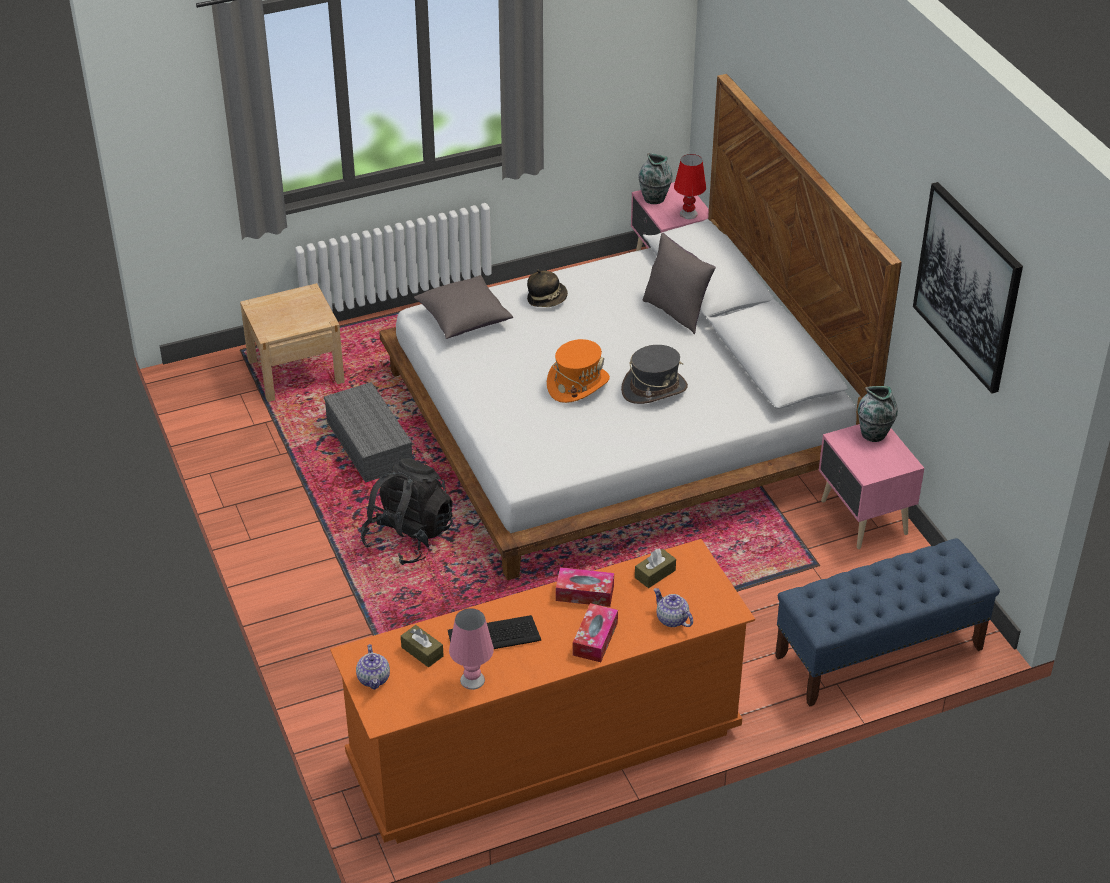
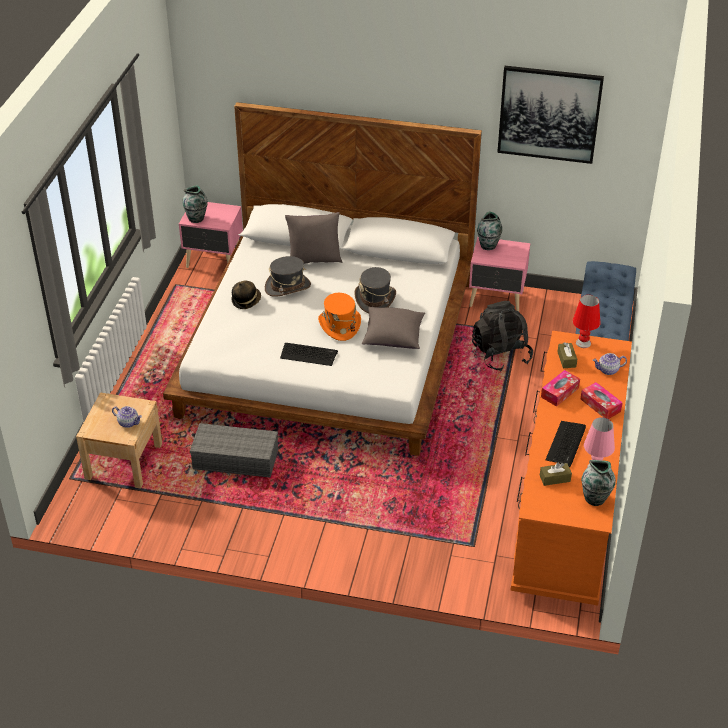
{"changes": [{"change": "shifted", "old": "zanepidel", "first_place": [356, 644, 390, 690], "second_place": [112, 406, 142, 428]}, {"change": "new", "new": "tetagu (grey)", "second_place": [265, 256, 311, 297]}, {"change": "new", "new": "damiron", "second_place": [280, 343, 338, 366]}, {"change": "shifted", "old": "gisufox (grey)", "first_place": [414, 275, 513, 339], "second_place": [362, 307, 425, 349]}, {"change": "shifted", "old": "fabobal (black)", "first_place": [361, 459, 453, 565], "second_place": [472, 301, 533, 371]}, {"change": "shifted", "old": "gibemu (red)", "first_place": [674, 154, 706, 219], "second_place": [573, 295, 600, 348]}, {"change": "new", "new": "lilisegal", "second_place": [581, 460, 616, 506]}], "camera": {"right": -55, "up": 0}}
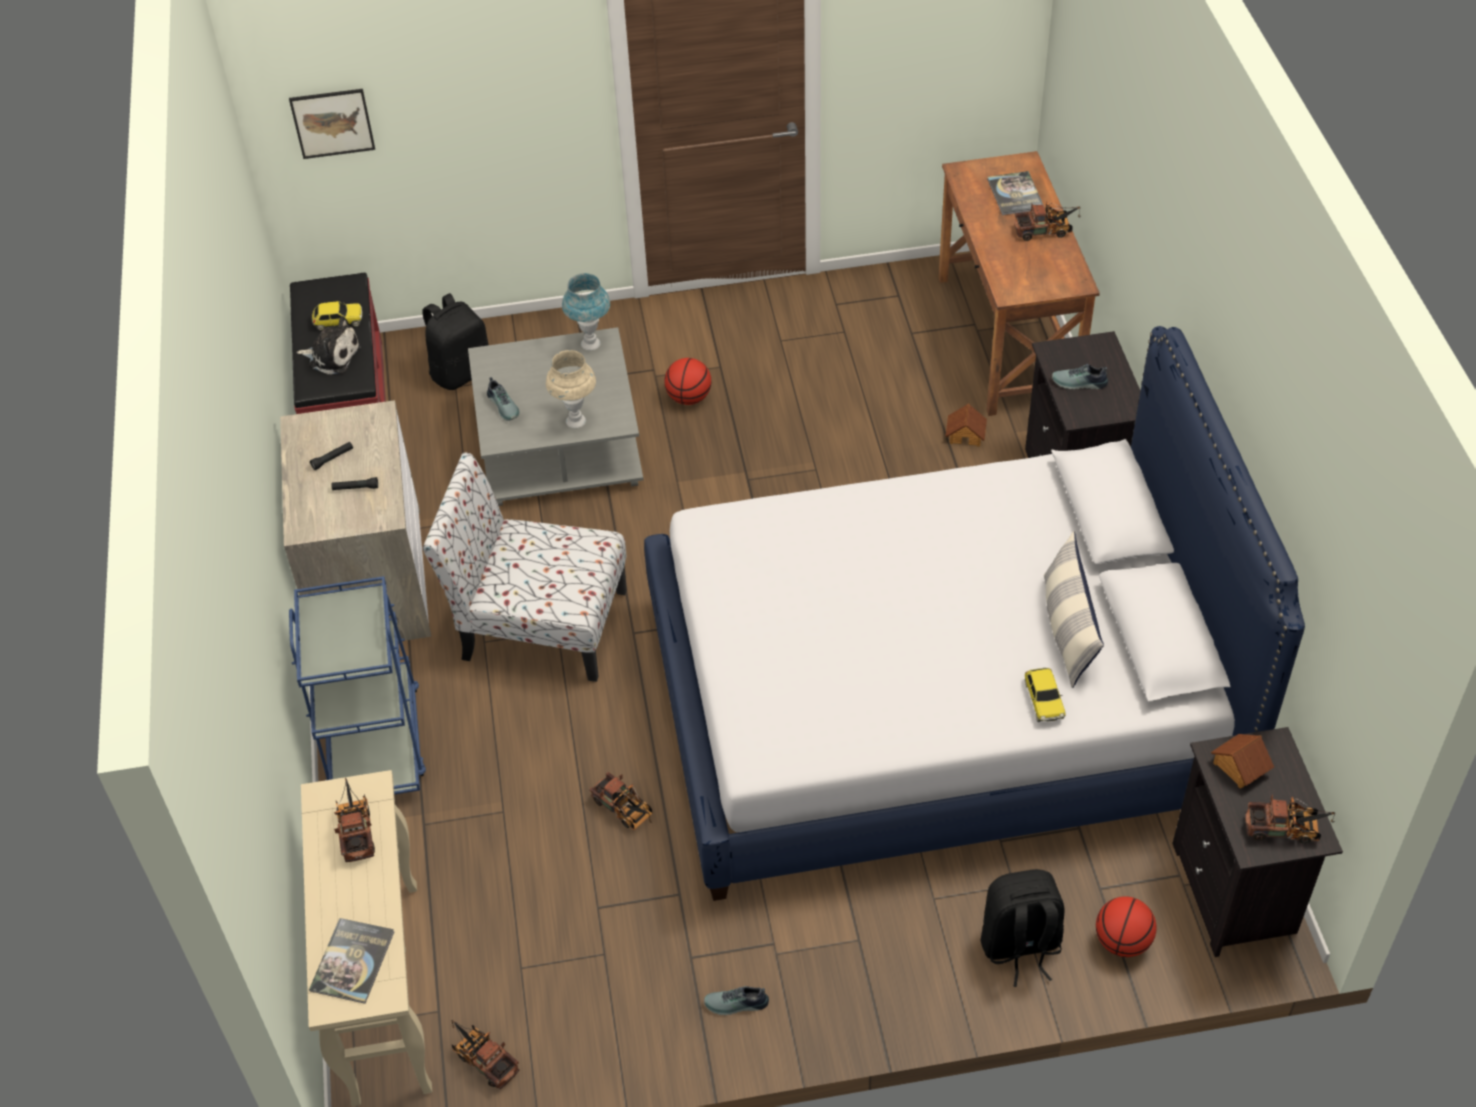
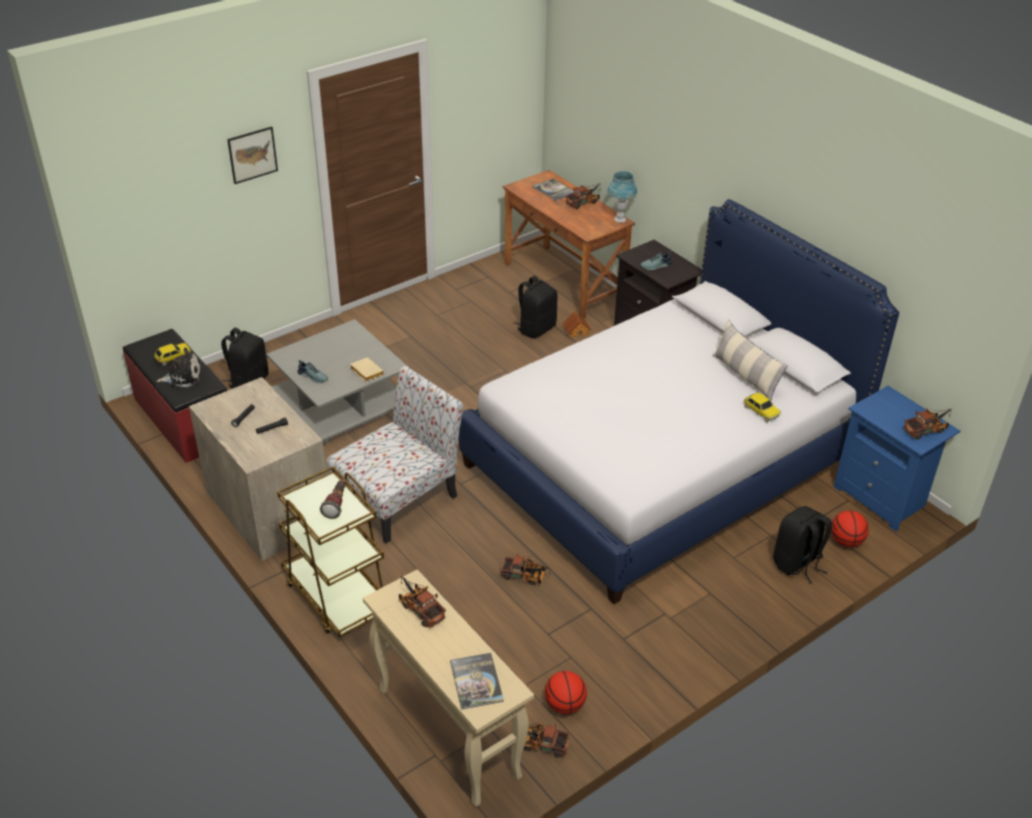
{"changes": [{"change": "shifted", "old": "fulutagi", "first_place": [289, 89, 375, 159], "second_place": [227, 126, 278, 184]}, {"change": "repainted", "old": "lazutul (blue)", "new": "lazutul (brown)", "first_place": [289, 576, 426, 794], "second_place": [277, 466, 384, 637]}, {"change": "new", "new": "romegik", "second_place": [320, 479, 345, 519]}, {"change": "rotated", "old": "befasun", "first_place": [422, 453, 627, 682], "second_place": [326, 366, 464, 544], "degrees": 150}, {"change": "swapped", "old": "gibemu (beige)", "new": "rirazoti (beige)", "first_place": [546, 350, 596, 428], "second_place": [350, 357, 384, 381]}, {"change": "new", "new": "fabobal (black)", "second_place": [514, 276, 558, 338]}, {"change": "shifted", "old": "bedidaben", "first_place": [664, 358, 711, 405], "second_place": [545, 671, 587, 714]}, {"change": "shifted", "old": "gibemu (blue)", "first_place": [562, 273, 610, 350], "second_place": [607, 171, 637, 223]}, {"change": "repainted", "old": "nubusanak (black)", "new": "nubusanak (blue)", "first_place": [1172, 727, 1343, 957], "second_place": [834, 386, 960, 532]}, {"change": "gone", "old": "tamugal", "first_place": [704, 986, 769, 1015]}, {"change": "gone", "old": "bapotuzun", "first_place": [1211, 734, 1274, 789]}], "camera": {"right": -30, "up": -10}}
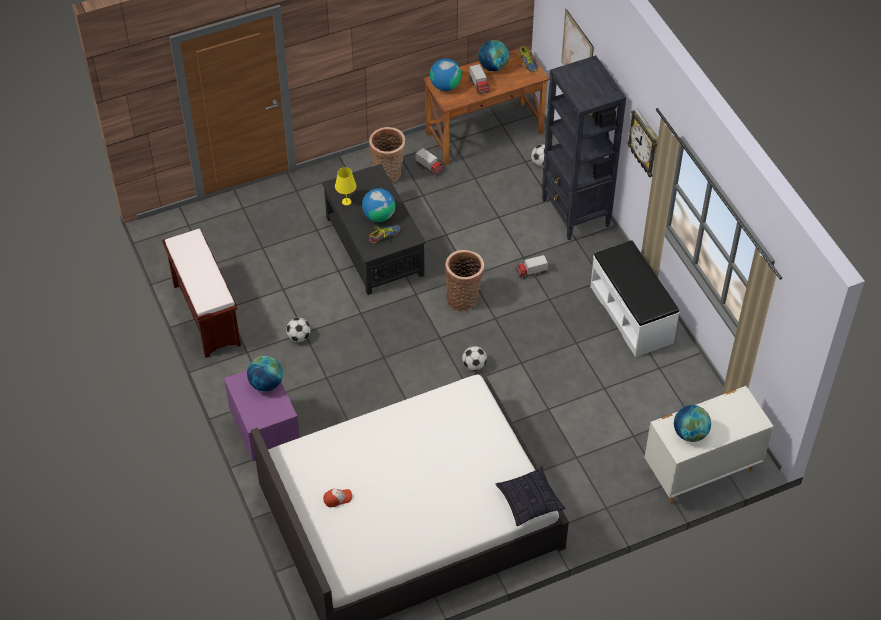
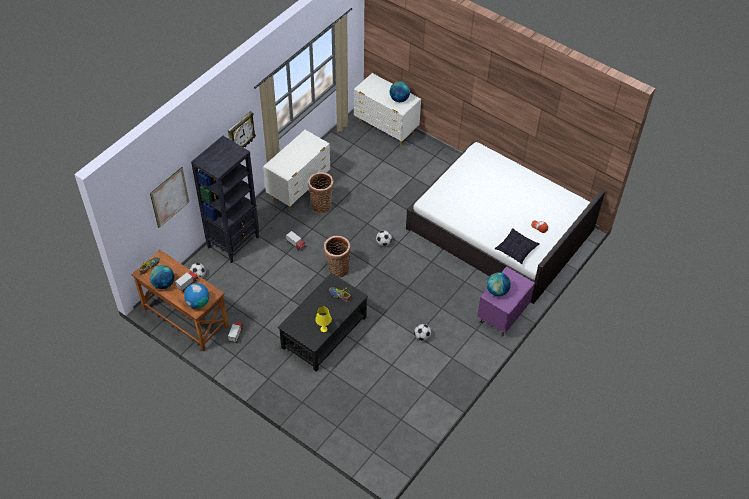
{"changes": [{"change": "swapped", "old": "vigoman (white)", "new": "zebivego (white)", "first_place": [590, 240, 679, 357], "second_place": [263, 130, 330, 211]}, {"change": "shifted", "old": "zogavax", "first_place": [369, 127, 406, 184], "second_place": [308, 172, 334, 213]}, {"change": "shifted", "old": "gisufox", "first_place": [496, 466, 565, 526], "second_place": [495, 228, 539, 264]}, {"change": "gone", "old": "vigoman (brown)", "first_place": [162, 229, 241, 358]}, {"change": "gone", "old": "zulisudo", "first_place": [362, 188, 395, 222]}], "camera": {"right": -120, "up": 0}}
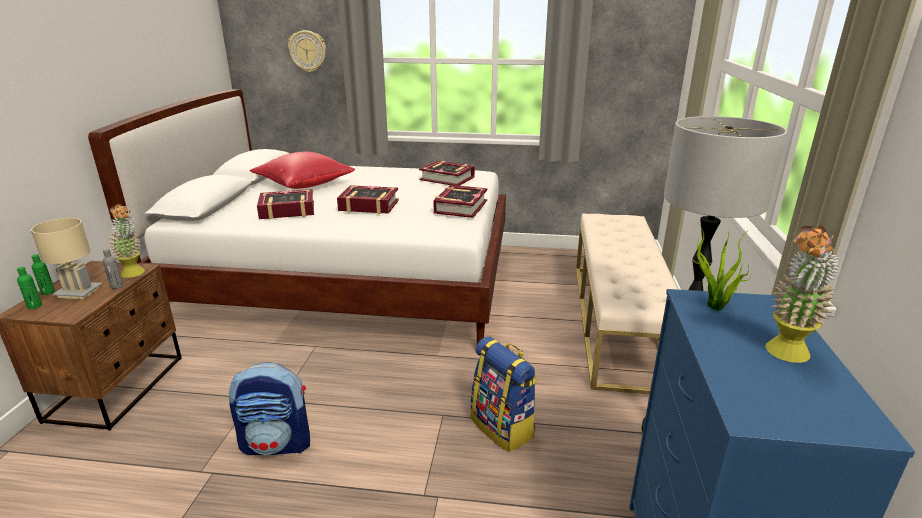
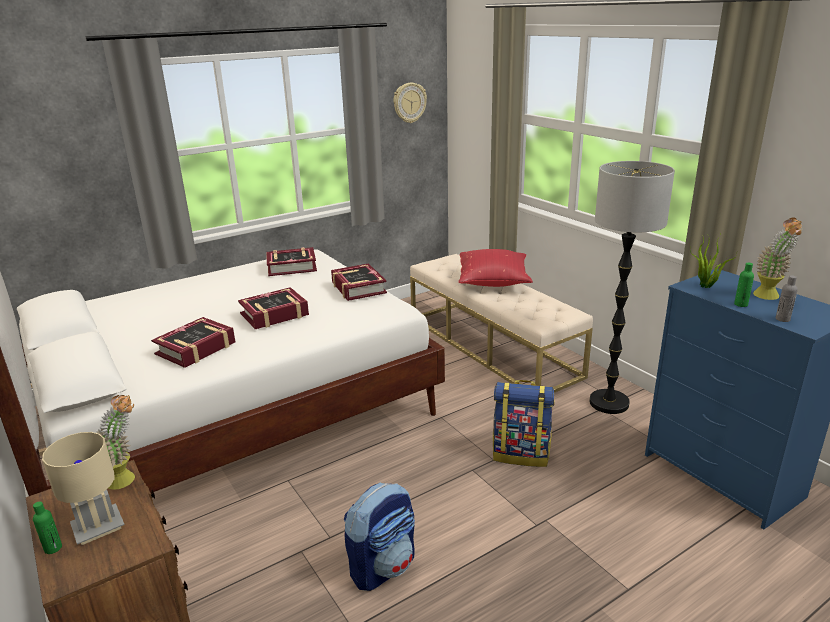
{"changes": [{"change": "shifted", "old": "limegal", "first_place": [288, 30, 326, 72], "second_place": [394, 83, 427, 123]}, {"change": "shifted", "old": "gisufox (red)", "first_place": [250, 152, 355, 189], "second_place": [458, 249, 533, 287]}, {"change": "shifted", "old": "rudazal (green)", "first_place": [17, 267, 42, 309], "second_place": [734, 263, 754, 307]}, {"change": "shifted", "old": "rudazal (grey)", "first_place": [103, 249, 123, 289], "second_place": [776, 275, 798, 322]}], "camera": {"right": -40, "up": 0}}
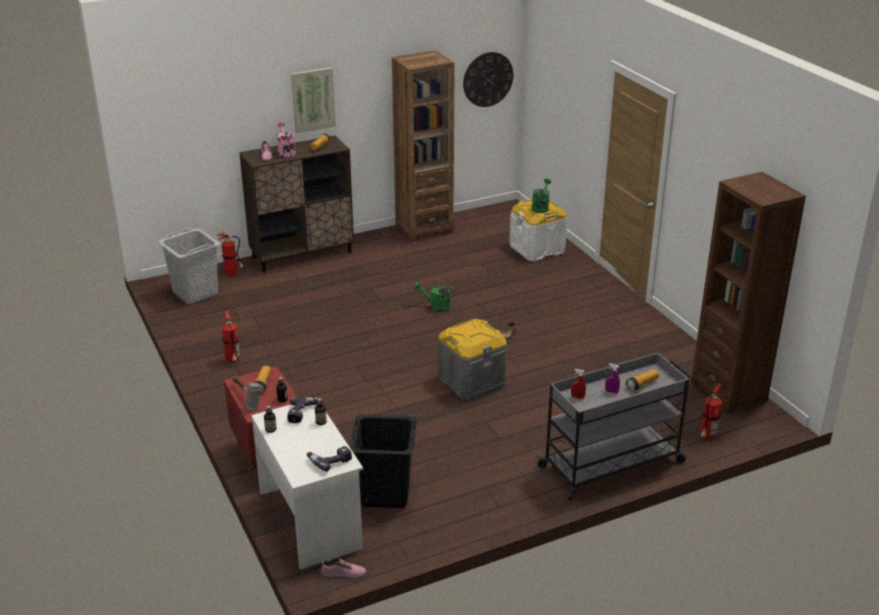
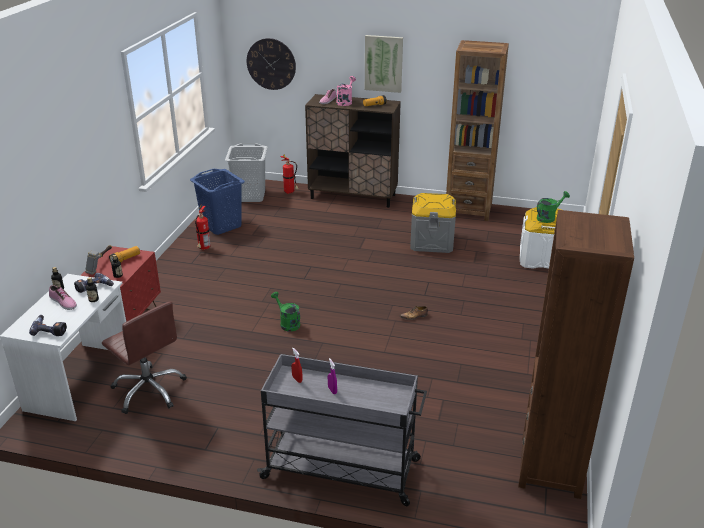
{"changes": [{"change": "shifted", "old": "tamugal", "first_place": [320, 558, 366, 578], "second_place": [49, 285, 77, 310]}, {"change": "swapped", "old": "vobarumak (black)", "new": "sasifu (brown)", "first_place": [350, 415, 417, 508], "second_place": [102, 301, 187, 414]}, {"change": "new", "new": "vobarumak (blue)", "second_place": [190, 169, 245, 235]}, {"change": "shifted", "old": "limegal", "first_place": [463, 52, 513, 107], "second_place": [247, 38, 296, 90]}, {"change": "shifted", "old": "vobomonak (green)", "first_place": [414, 282, 455, 312], "second_place": [271, 292, 300, 332]}, {"change": "shifted", "old": "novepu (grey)", "first_place": [438, 319, 507, 400], "second_place": [410, 193, 456, 253]}, {"change": "gone", "old": "romegik", "first_place": [626, 369, 659, 391]}, {"change": "gone", "old": "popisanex", "first_place": [701, 383, 722, 439]}], "camera": {"right": 40, "up": 0}}
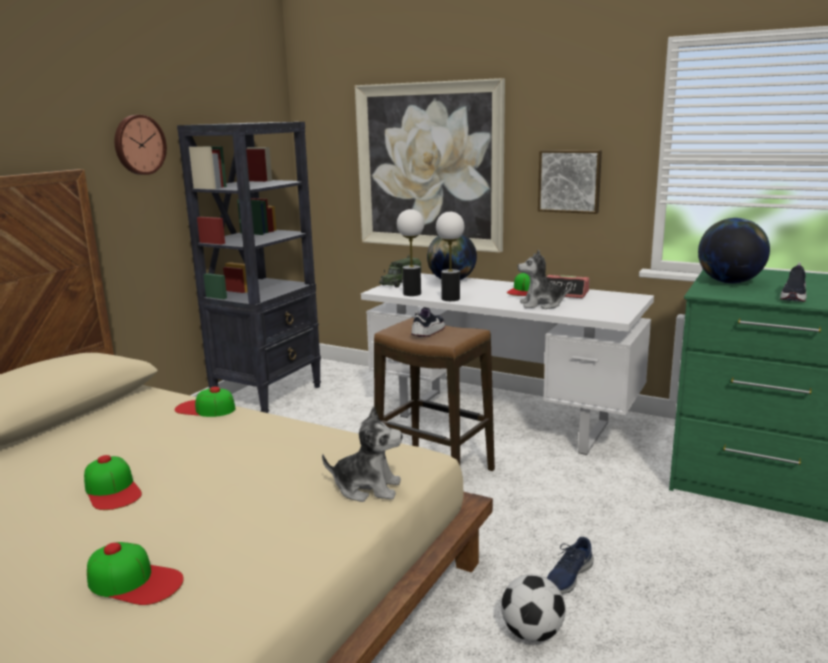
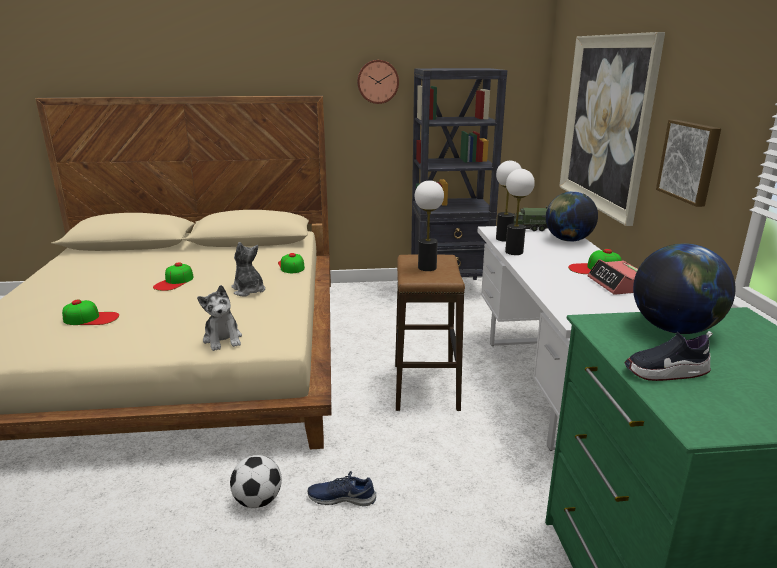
{"changes": [{"change": "rotated", "old": "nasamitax", "first_place": [87, 542, 184, 605], "second_place": [62, 299, 119, 325], "degrees": -75}, {"change": "shifted", "old": "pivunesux", "first_place": [518, 250, 572, 309], "second_place": [231, 242, 265, 296]}, {"change": "swapped", "old": "tamugal", "new": "gibemu", "first_place": [411, 307, 445, 337], "second_place": [415, 180, 444, 271]}], "camera": {"right": 55, "up": 5}}
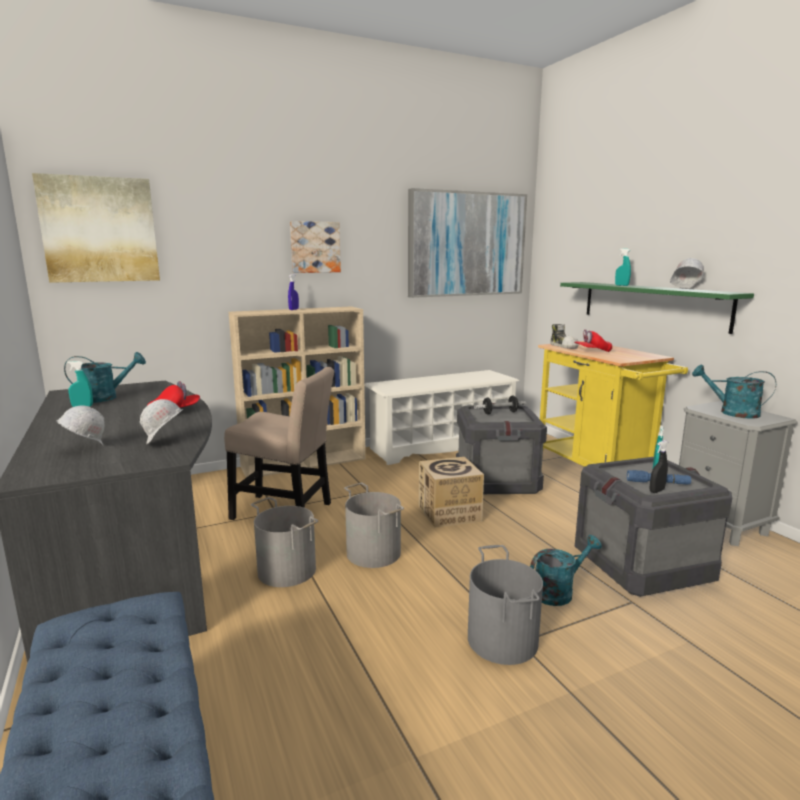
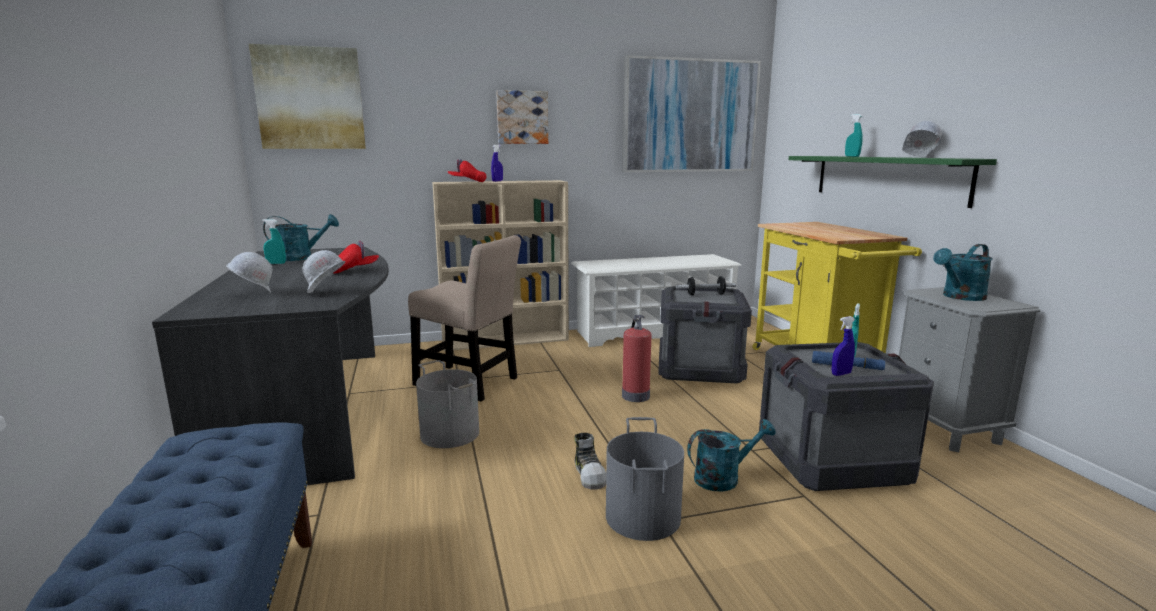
{"changes": [{"change": "shifted", "old": "nasamitax (red)", "first_place": [574, 329, 612, 352], "second_place": [448, 159, 487, 182]}, {"change": "shifted", "old": "tamugal", "first_place": [550, 324, 579, 349], "second_place": [574, 433, 606, 490]}, {"change": "swapped", "old": "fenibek", "new": "popisanex", "first_place": [419, 457, 484, 528], "second_place": [622, 315, 651, 402]}, {"change": "repainted", "old": "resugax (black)", "new": "resugax (blue)", "first_place": [650, 440, 668, 493], "second_place": [832, 316, 855, 376]}, {"change": "rotated", "old": "vobomonak (turquoise)", "first_place": [692, 365, 776, 419], "second_place": [933, 244, 993, 301], "degrees": -75}, {"change": "gone", "old": "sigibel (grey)", "first_place": [344, 483, 404, 568]}], "camera": {"right": 10, "up": 0}}
